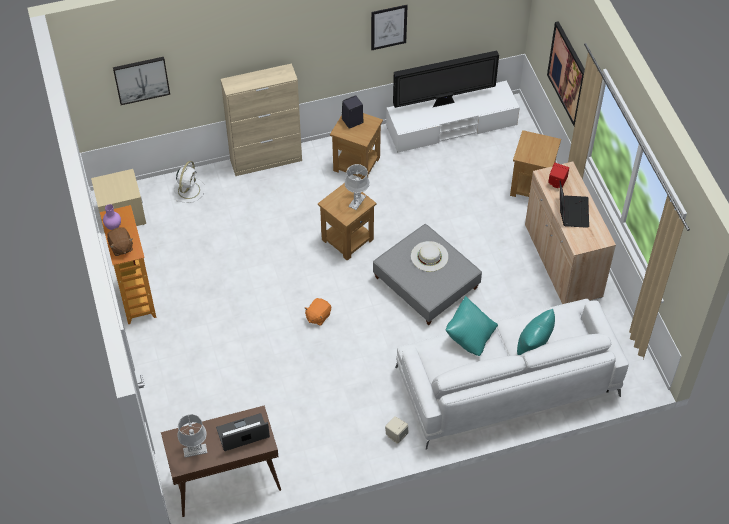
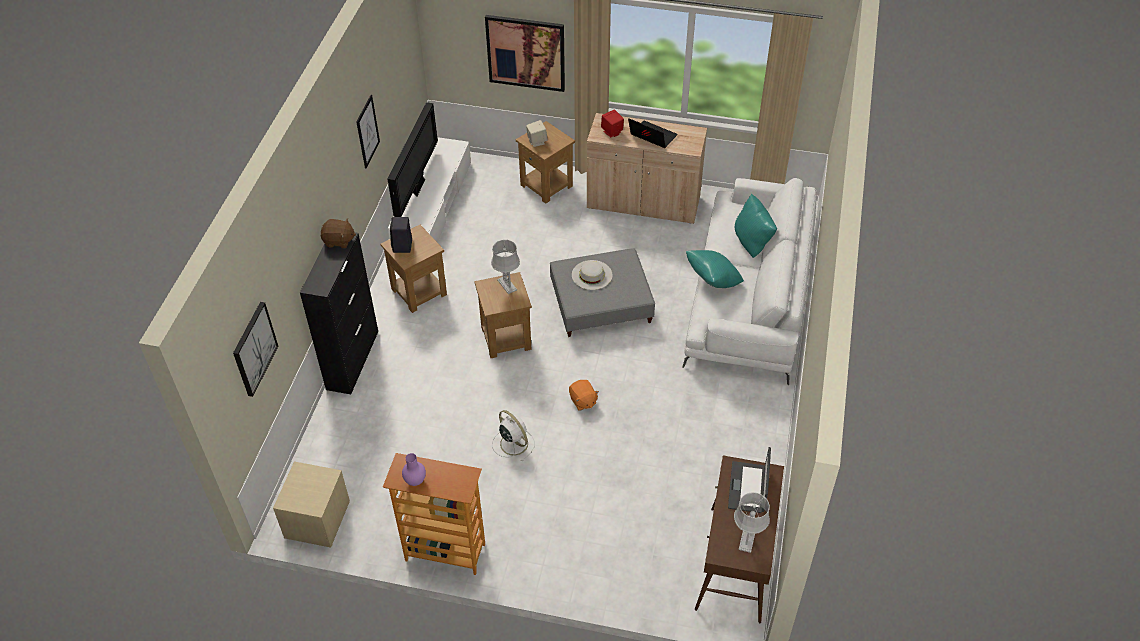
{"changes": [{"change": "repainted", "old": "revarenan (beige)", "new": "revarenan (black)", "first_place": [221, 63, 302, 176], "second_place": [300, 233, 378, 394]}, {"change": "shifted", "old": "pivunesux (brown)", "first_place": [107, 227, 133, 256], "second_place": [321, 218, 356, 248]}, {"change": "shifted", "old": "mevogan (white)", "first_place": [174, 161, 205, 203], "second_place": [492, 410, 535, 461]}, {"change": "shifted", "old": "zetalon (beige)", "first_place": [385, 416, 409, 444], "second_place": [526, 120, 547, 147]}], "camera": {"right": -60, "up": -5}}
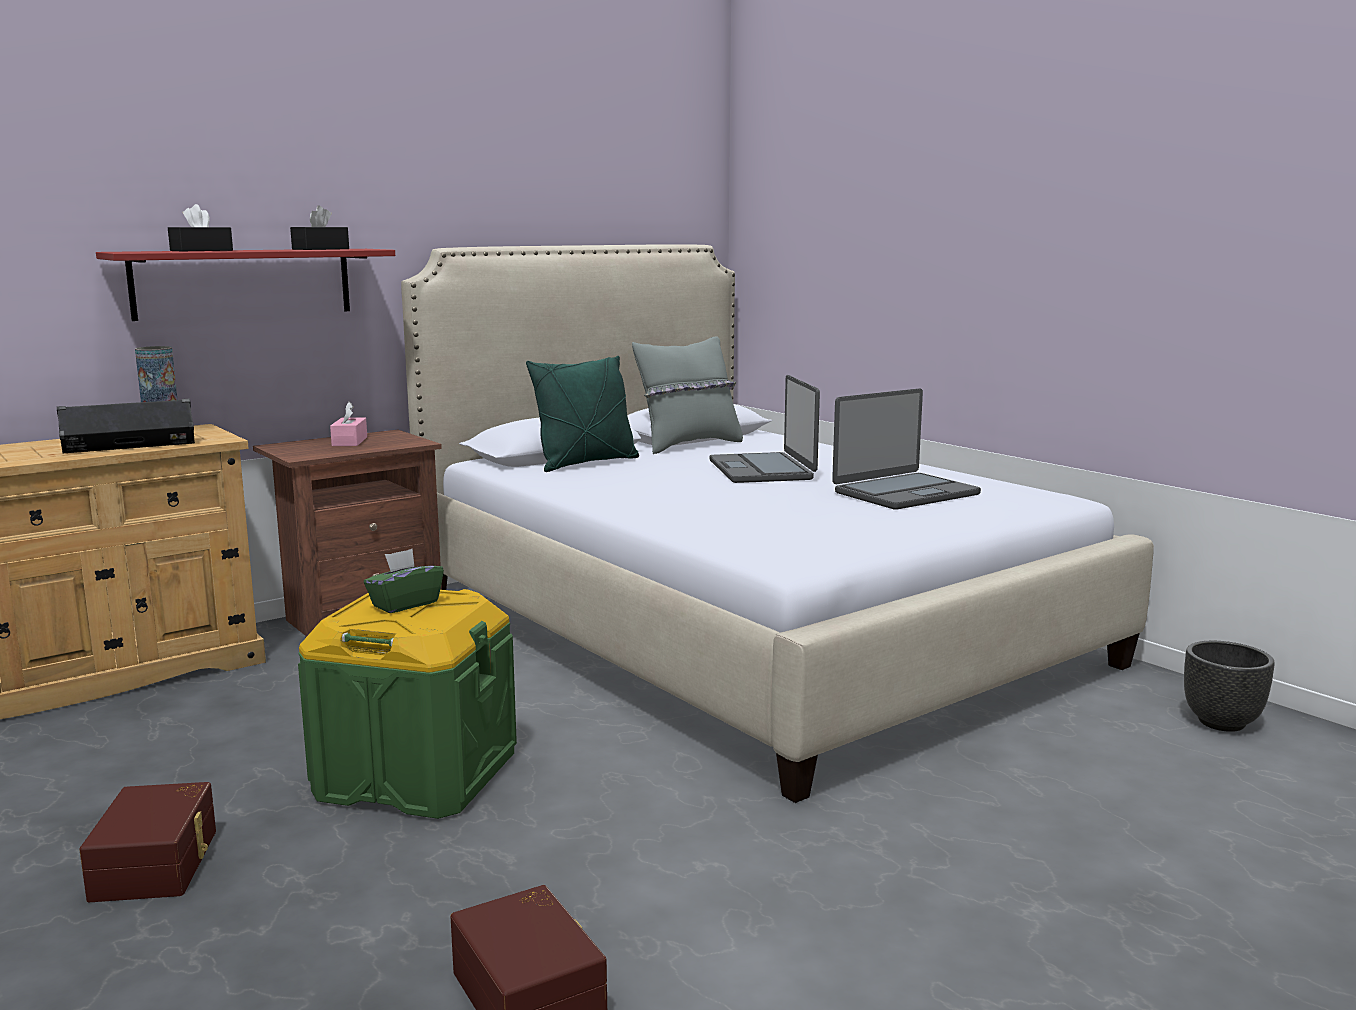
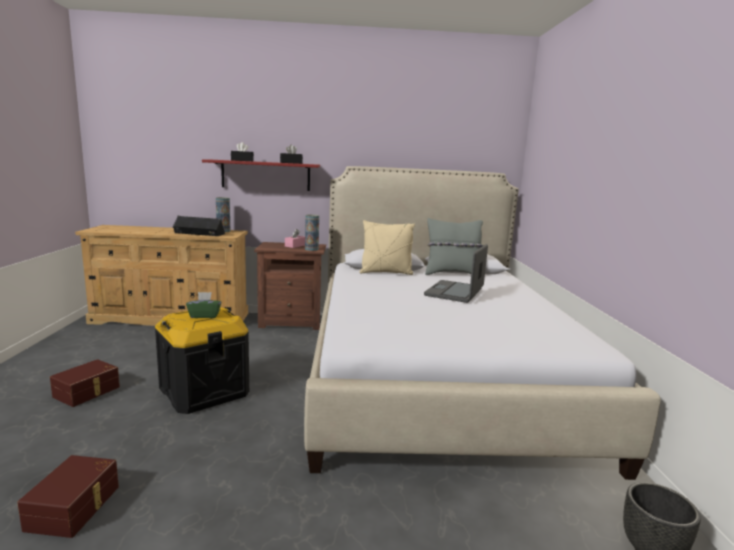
{"changes": [{"change": "repainted", "old": "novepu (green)", "new": "novepu (black)", "first_place": [298, 589, 517, 819], "second_place": [155, 308, 249, 414]}, {"change": "new", "new": "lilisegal", "second_place": [305, 215, 319, 251]}, {"change": "repainted", "old": "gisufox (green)", "new": "gisufox (beige)", "first_place": [526, 356, 639, 472], "second_place": [359, 220, 415, 275]}, {"change": "gone", "old": "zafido", "first_place": [832, 388, 981, 510]}], "camera": {"right": 35, "up": 0}}
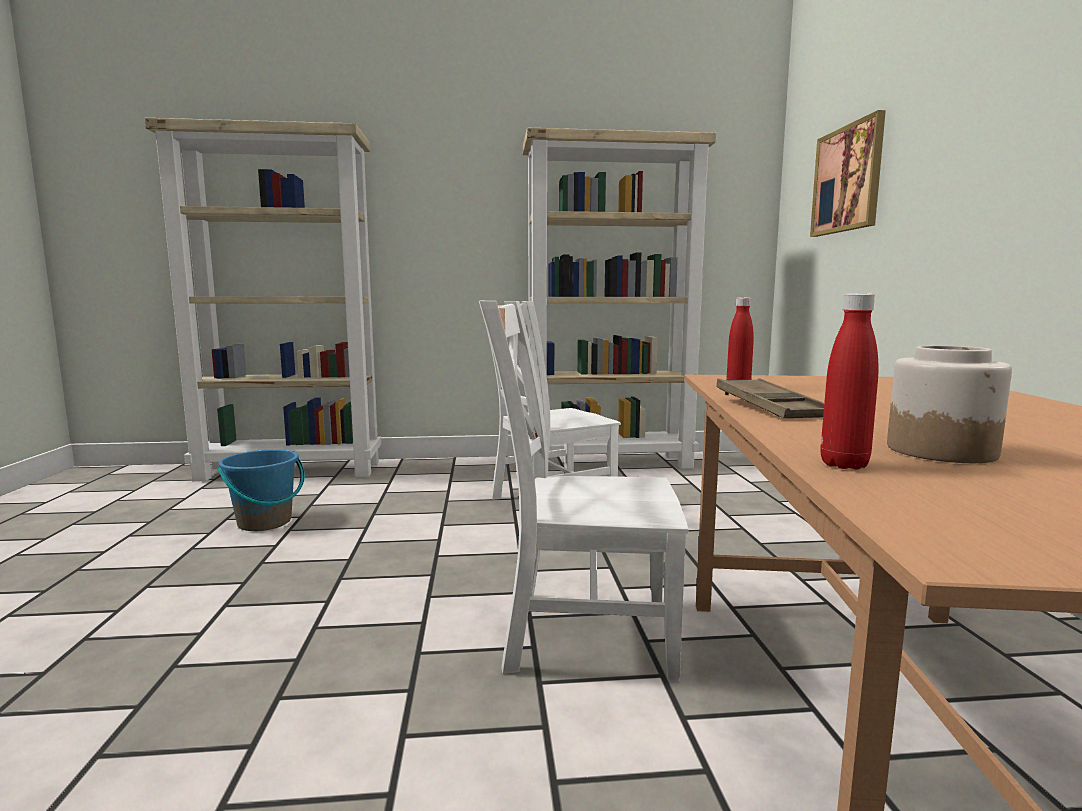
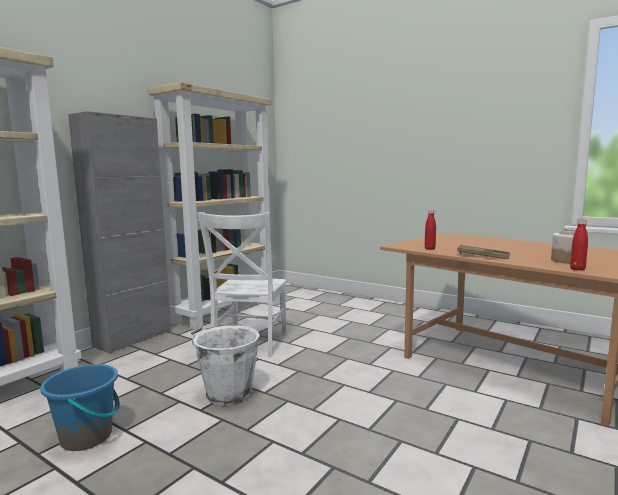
{"changes": [{"change": "new", "new": "revarenan (grey)", "second_place": [68, 111, 171, 354]}, {"change": "new", "new": "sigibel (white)", "second_place": [191, 324, 260, 406]}, {"change": "gone", "old": "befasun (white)", "first_place": [479, 301, 688, 681]}, {"change": "gone", "old": "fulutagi", "first_place": [810, 110, 886, 237]}], "camera": {"right": -50, "up": 0}}
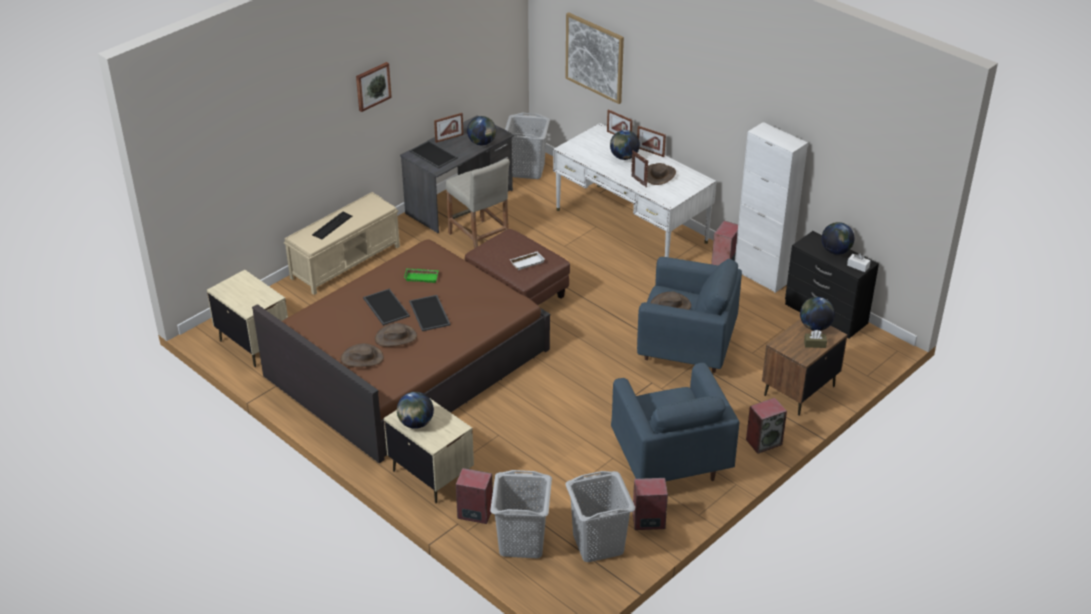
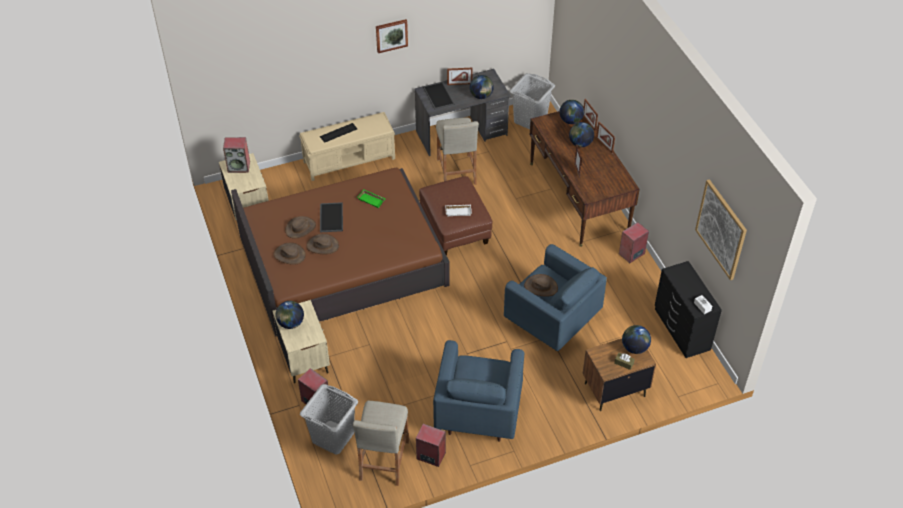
{"changes": [{"change": "shifted", "old": "zetalon", "first_place": [746, 398, 787, 454], "second_place": [223, 137, 250, 173]}, {"change": "shifted", "old": "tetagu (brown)", "first_place": [647, 163, 676, 185], "second_place": [285, 216, 316, 239]}, {"change": "swapped", "old": "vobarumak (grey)", "new": "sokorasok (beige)", "first_place": [565, 471, 635, 562], "second_place": [353, 400, 409, 486]}, {"change": "repainted", "old": "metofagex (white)", "new": "metofagex (brown)", "first_place": [553, 123, 716, 257], "second_place": [530, 105, 640, 247]}, {"change": "shifted", "old": "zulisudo", "first_place": [821, 222, 854, 255], "second_place": [560, 100, 584, 124]}, {"change": "shifted", "old": "fulutagi", "first_place": [566, 12, 624, 104], "second_place": [695, 179, 747, 280]}, {"change": "gone", "old": "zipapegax", "first_place": [409, 295, 451, 331]}, {"change": "gone", "old": "revarenan (white)", "first_place": [735, 122, 808, 293]}], "camera": {"right": 25, "up": 10}}
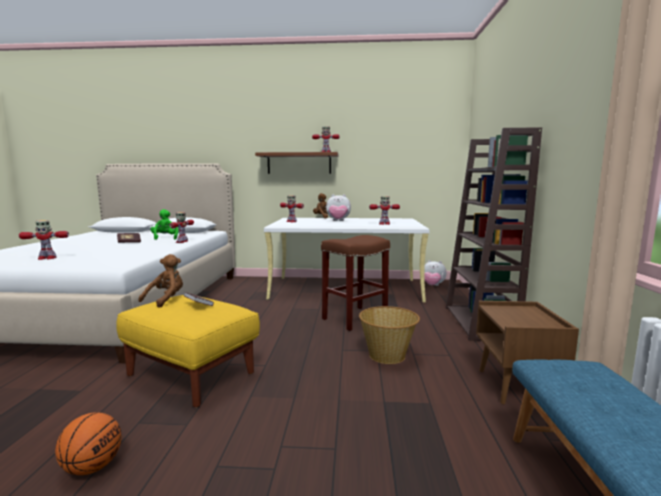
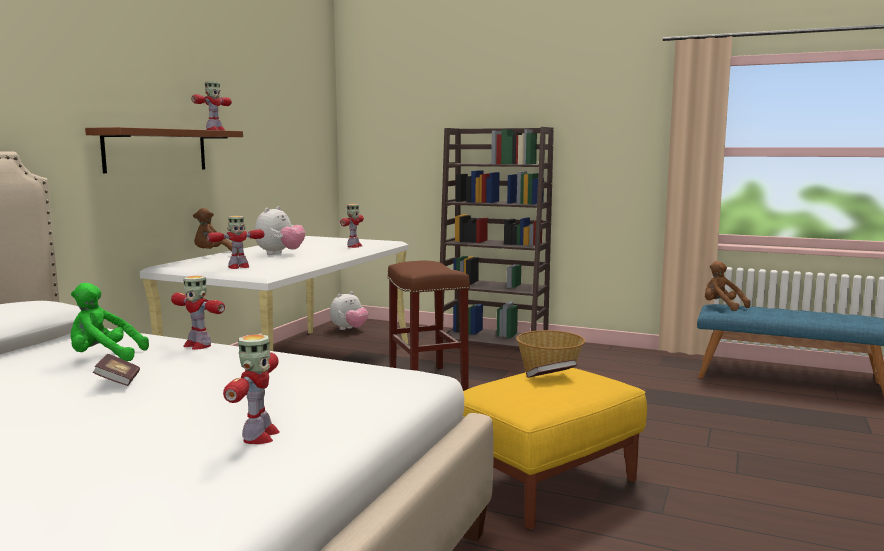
{"changes": [{"change": "shifted", "old": "pivunesux (brown)", "first_place": [138, 254, 183, 308], "second_place": [705, 261, 751, 311]}, {"change": "gone", "old": "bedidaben", "first_place": [55, 412, 122, 475]}, {"change": "gone", "old": "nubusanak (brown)", "first_place": [476, 301, 579, 404]}], "camera": {"right": -70, "up": 0}}
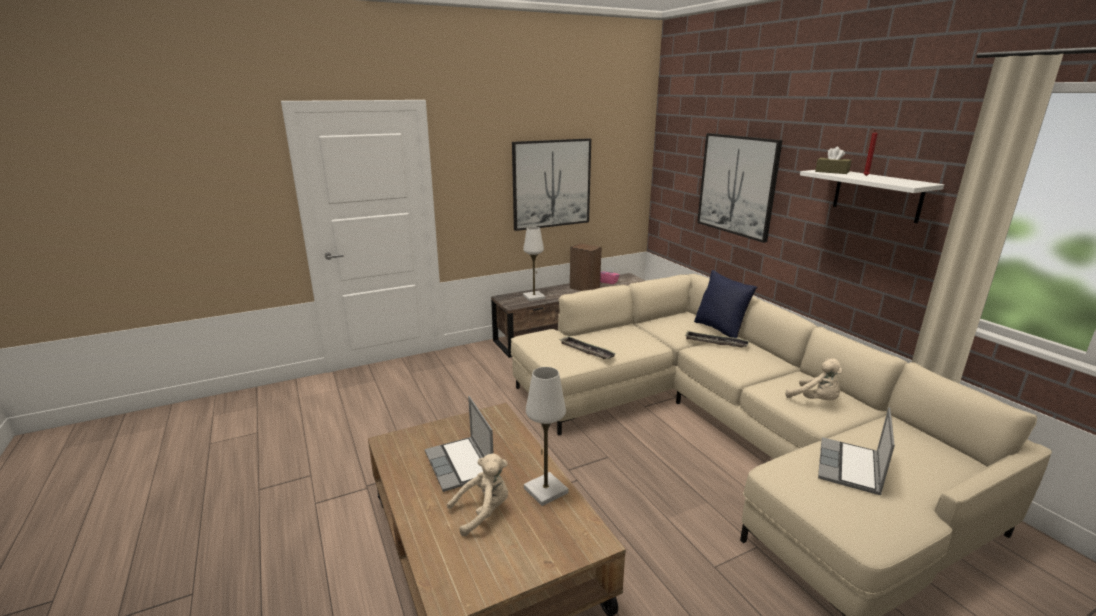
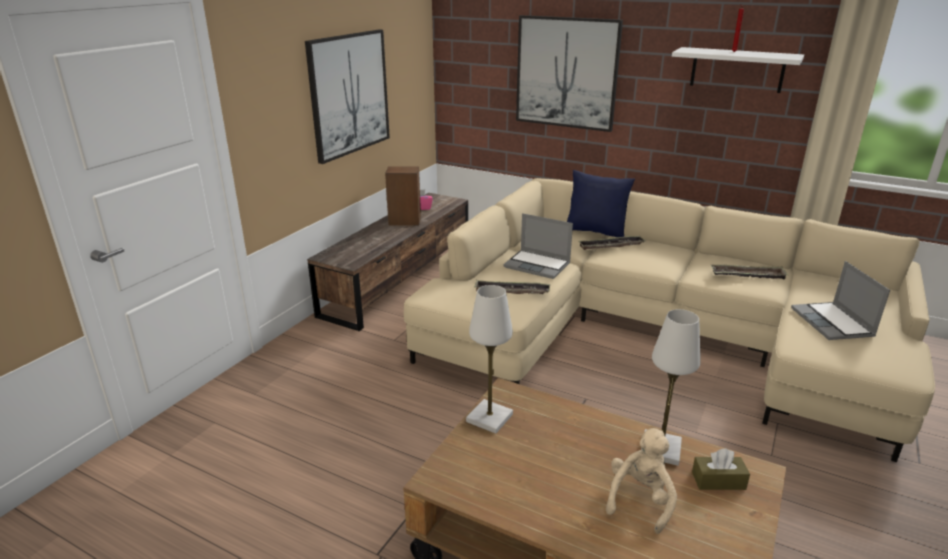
{"changes": [{"change": "shifted", "old": "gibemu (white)", "first_place": [523, 227, 545, 301], "second_place": [466, 285, 513, 434]}, {"change": "shifted", "old": "zafido", "first_place": [425, 396, 494, 492], "second_place": [503, 213, 573, 279]}, {"change": "shifted", "old": "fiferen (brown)", "first_place": [815, 147, 852, 174], "second_place": [692, 448, 750, 490]}, {"change": "swapped", "old": "pivunesux (beige)", "new": "zipapegax", "first_place": [786, 358, 842, 400], "second_place": [710, 264, 788, 279]}], "camera": {"right": -35, "up": 5}}
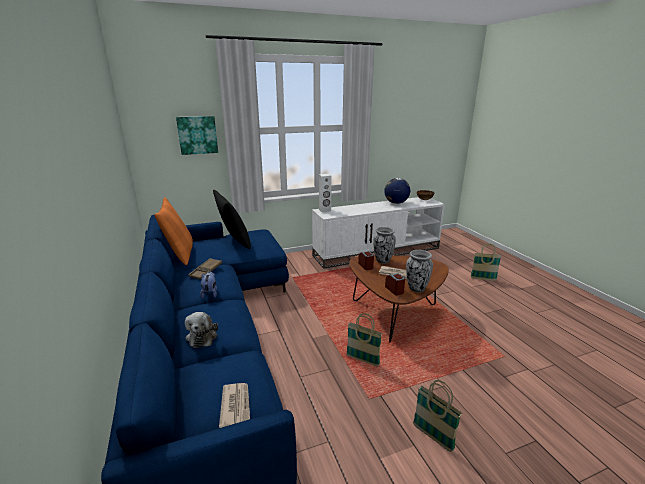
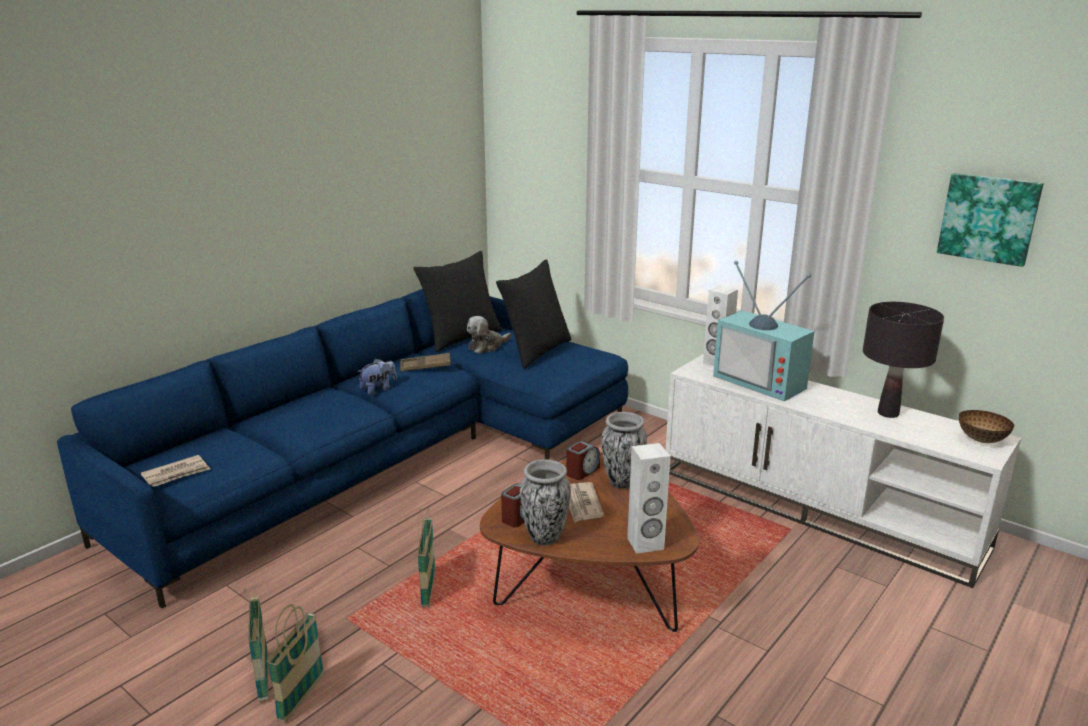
{"changes": [{"change": "shifted", "old": "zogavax", "first_place": [470, 243, 501, 281], "second_place": [244, 586, 268, 702]}, {"change": "repainted", "old": "gisufox (orange)", "new": "gisufox (black)", "first_place": [154, 197, 193, 265], "second_place": [413, 251, 502, 352]}, {"change": "shifted", "old": "pivunesux", "first_place": [185, 312, 218, 348], "second_place": [467, 316, 511, 354]}, {"change": "new", "new": "zetalon (white)", "second_place": [627, 443, 670, 554]}, {"change": "new", "new": "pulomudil", "second_place": [713, 261, 815, 401]}, {"change": "swapped", "old": "zulisudo", "new": "gibemu (black)", "first_place": [384, 178, 410, 204], "second_place": [863, 302, 944, 418]}, {"change": "shifted", "old": "fulutagi", "first_place": [176, 116, 218, 155], "second_place": [937, 173, 1044, 267]}], "camera": {"right": 60, "up": 0}}
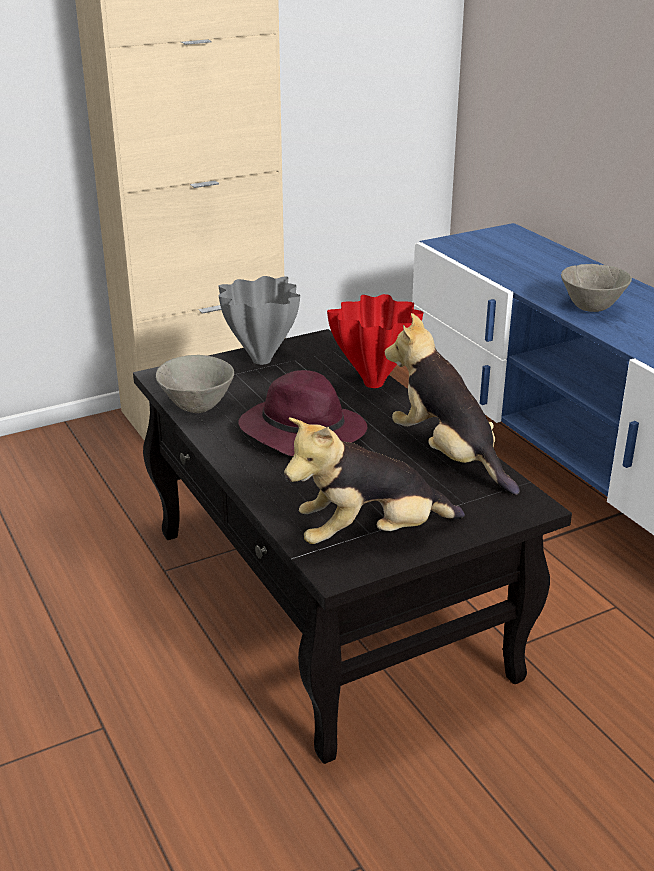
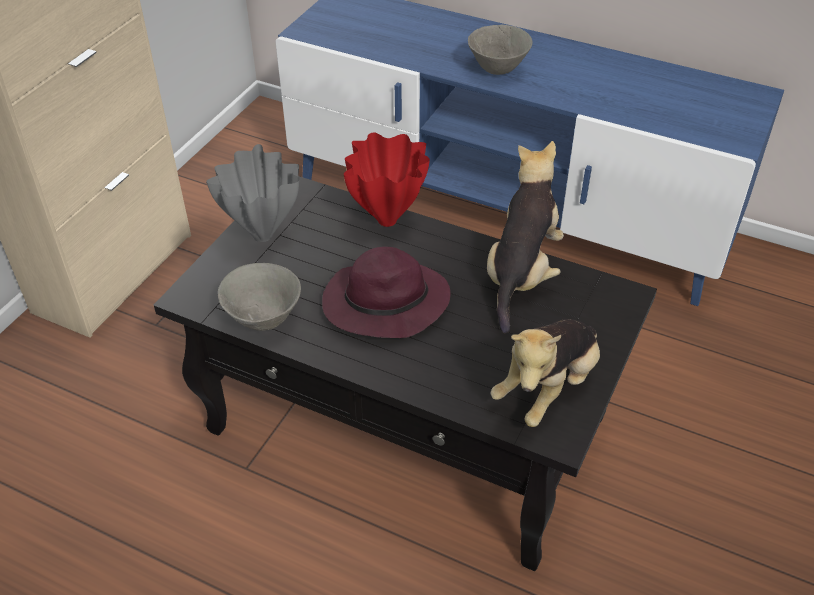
{"changes": [{"change": "rotated", "old": "pivunesux", "first_place": [385, 313, 520, 495], "second_place": [487, 141, 564, 333], "degrees": 90}], "camera": {"right": -35, "up": 15}}
